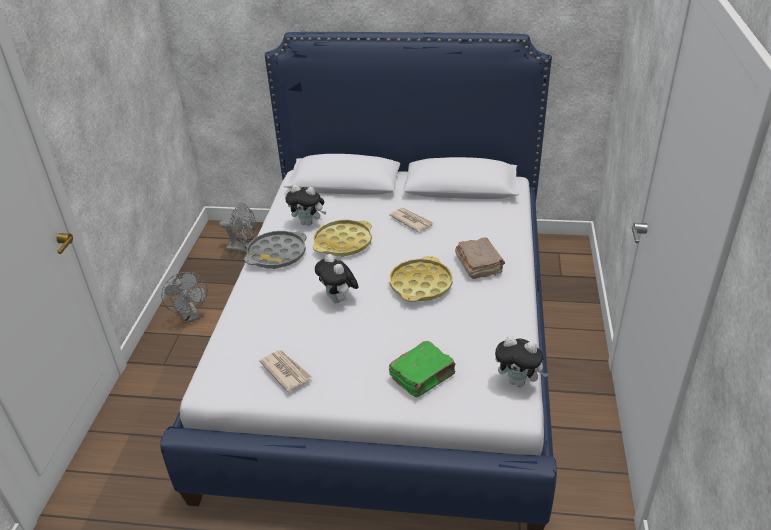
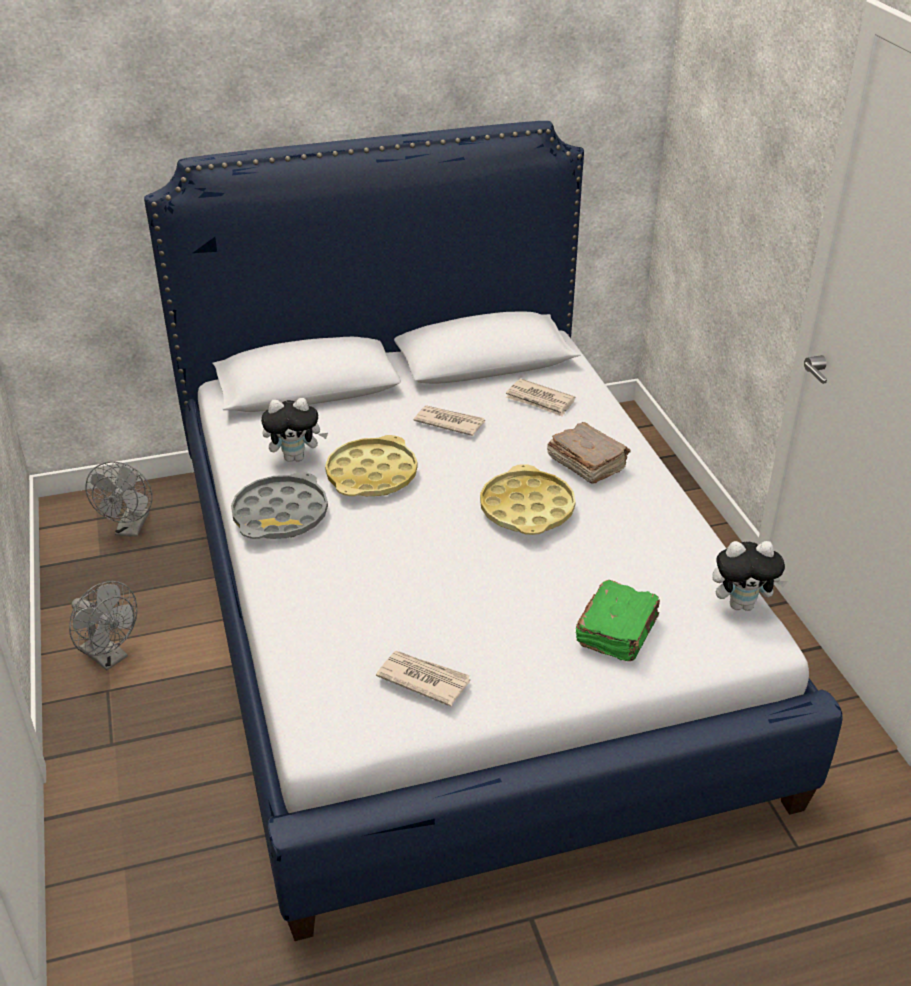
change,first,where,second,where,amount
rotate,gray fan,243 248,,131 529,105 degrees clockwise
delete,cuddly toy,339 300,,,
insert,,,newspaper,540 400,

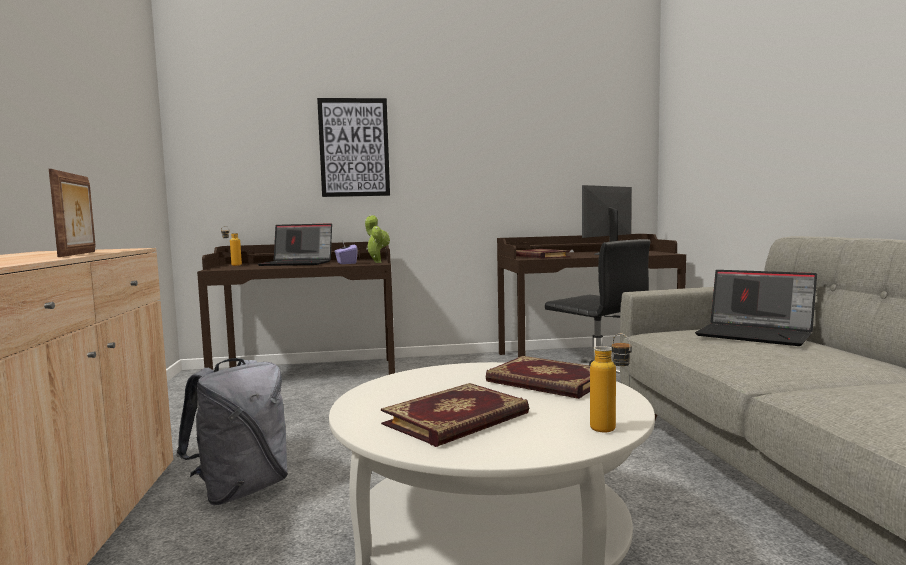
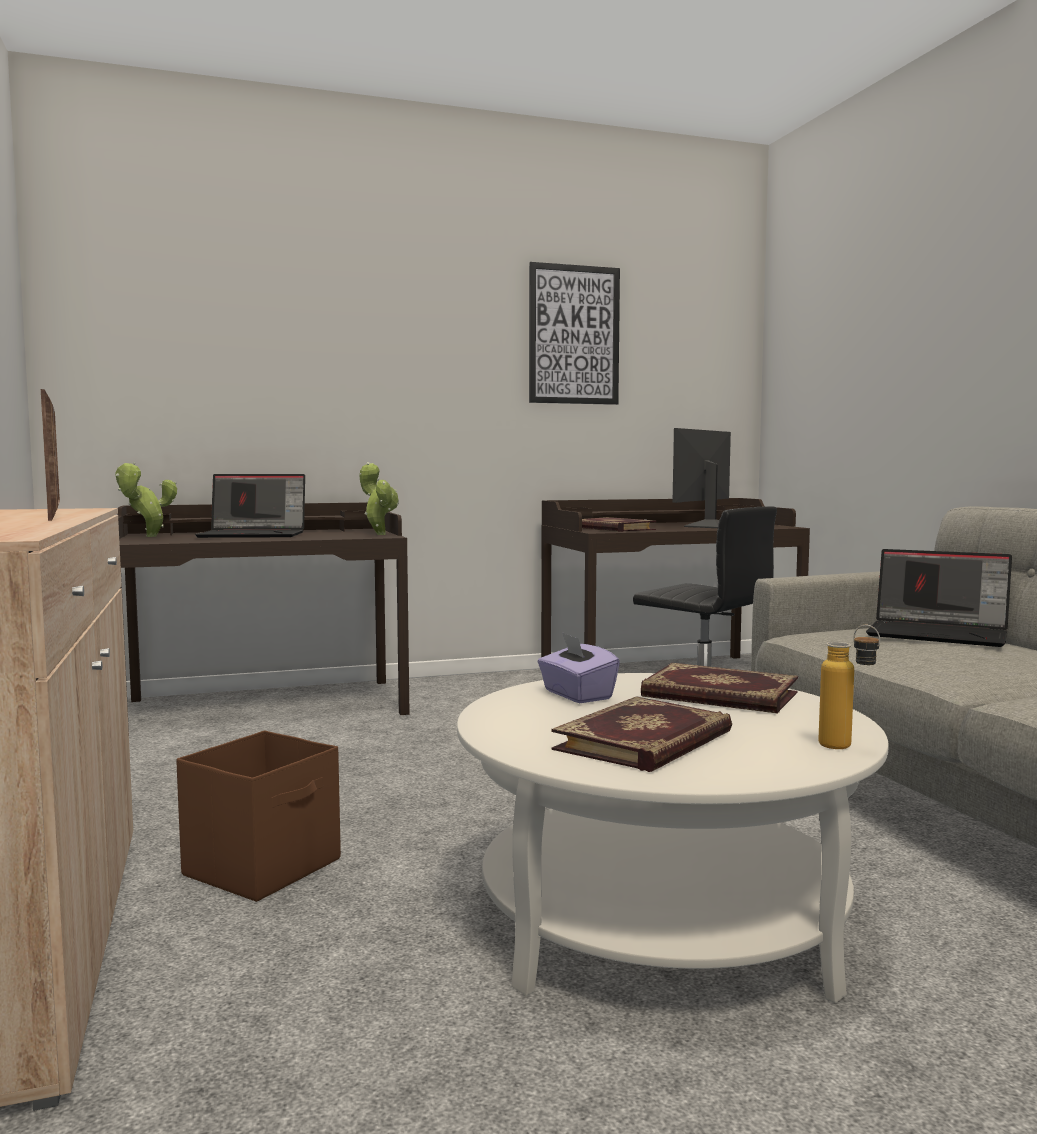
change,first,where,second,where,amount
move,picture,354 147,,574 335,
replace,drink bottle,232 265,houseplant,148 536,
move,purplish tissue box,346 263,,576 695,
replace,gray backpack,241 490,brownish storage bin,265 867,

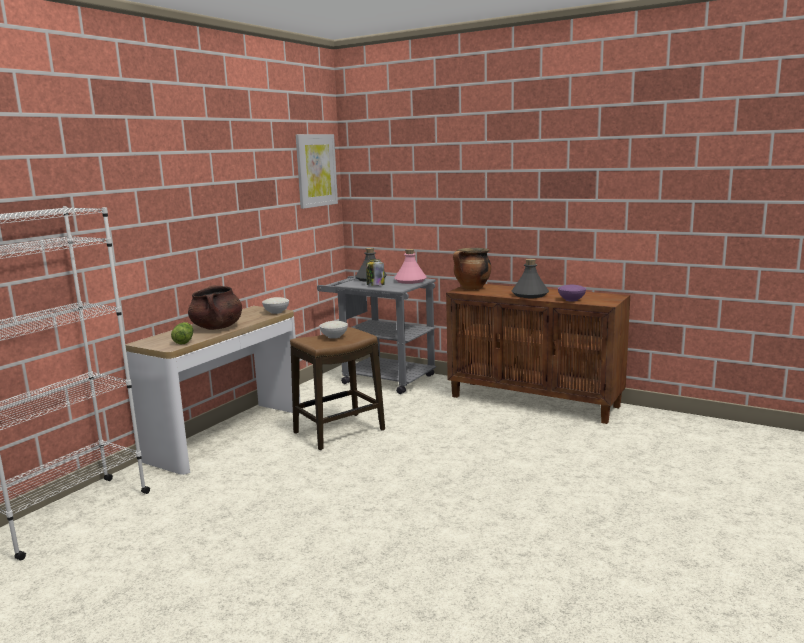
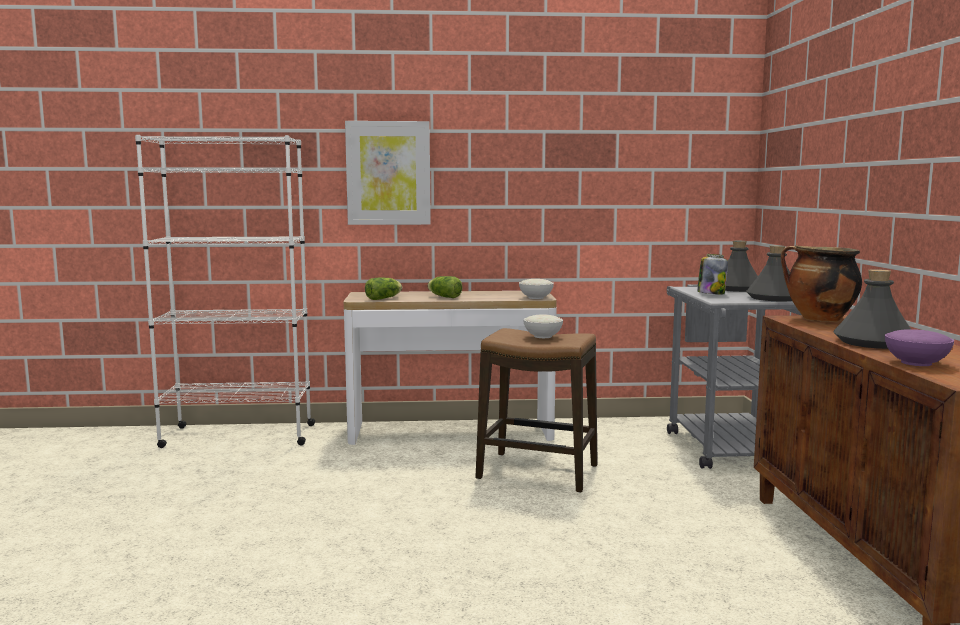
change,first,where,second,where,amount
move,picture,316 170,,388 173,
recolor,pinkish drink bottle,410 281,gray drink bottle,774 298,
replace,brownish stockpot,217 327,lettuce,443 296,

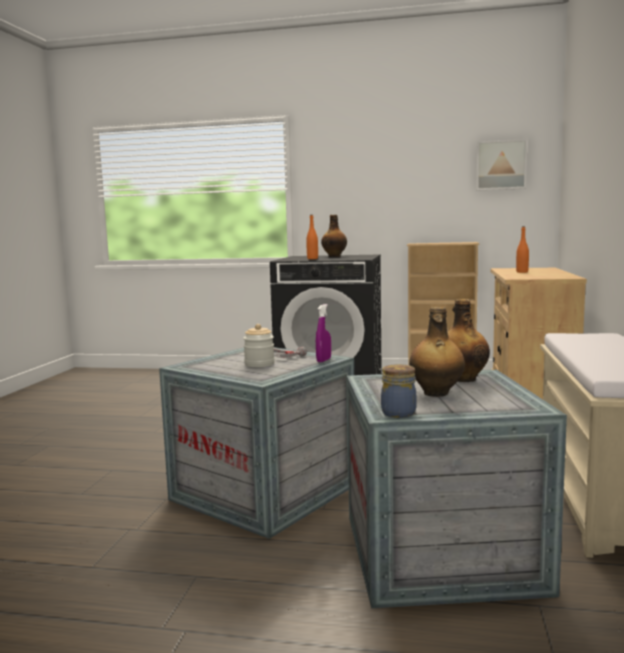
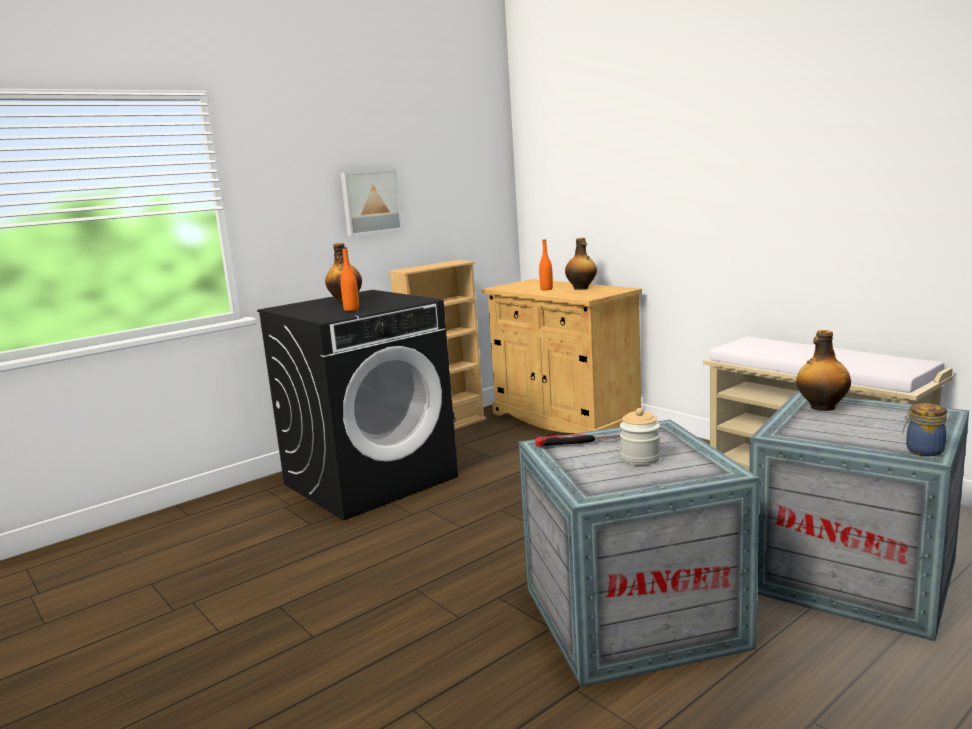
change,first,where,second,where,amount
move,picture,500 165,,370 202,
delete,purplish sprayer,323 360,,,
move,drink bottle,436 393,,581 288,

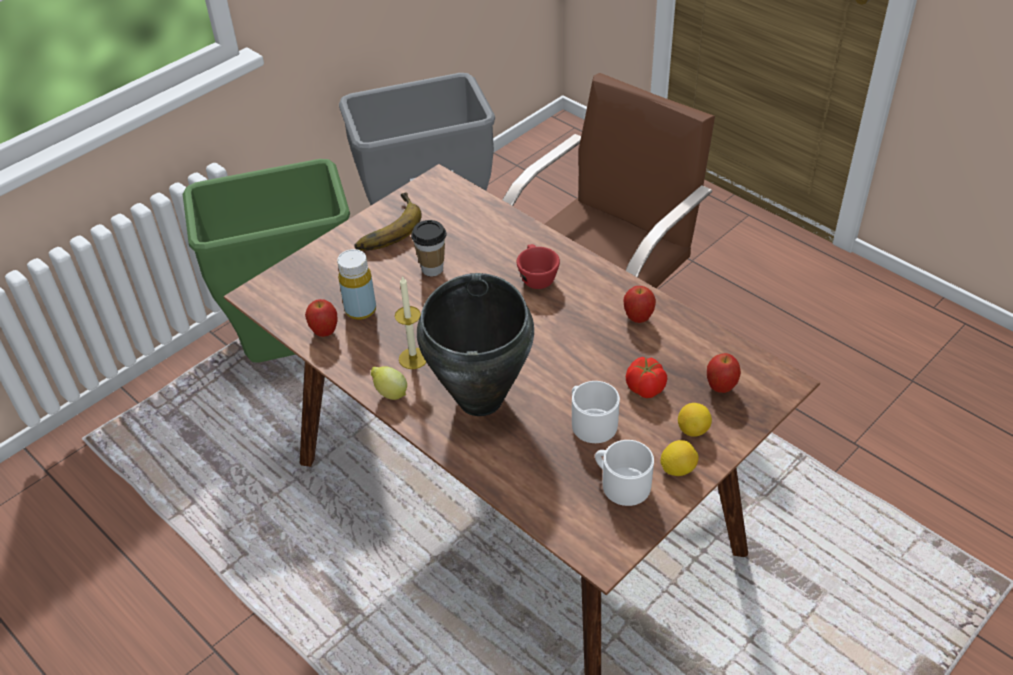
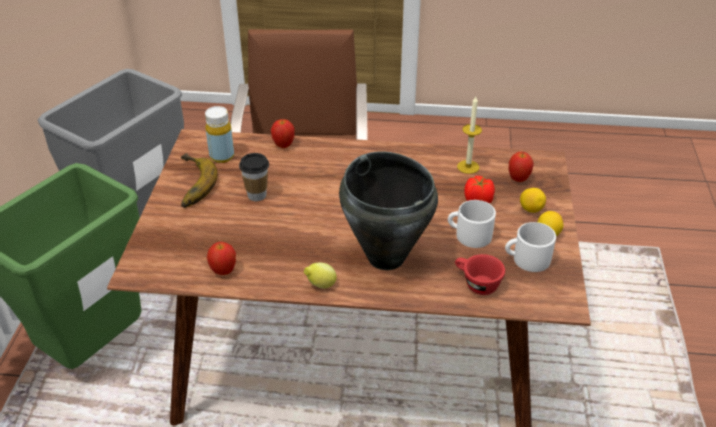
change,first,where,second,where,amount
move,reddish drinking cup,536 276,,476 284,
move,yellow drink bottle,360 310,,222 156,
move,wax candle,413 358,,468 167,
move,whole apple,638 318,,283 145,

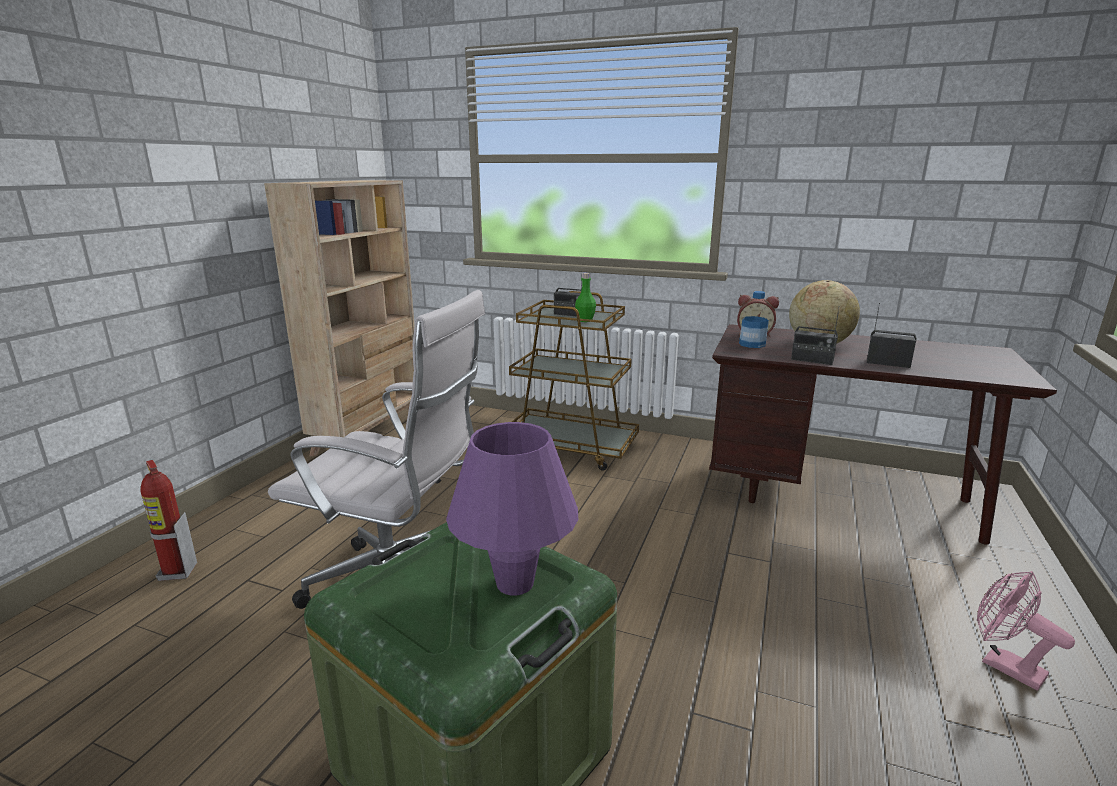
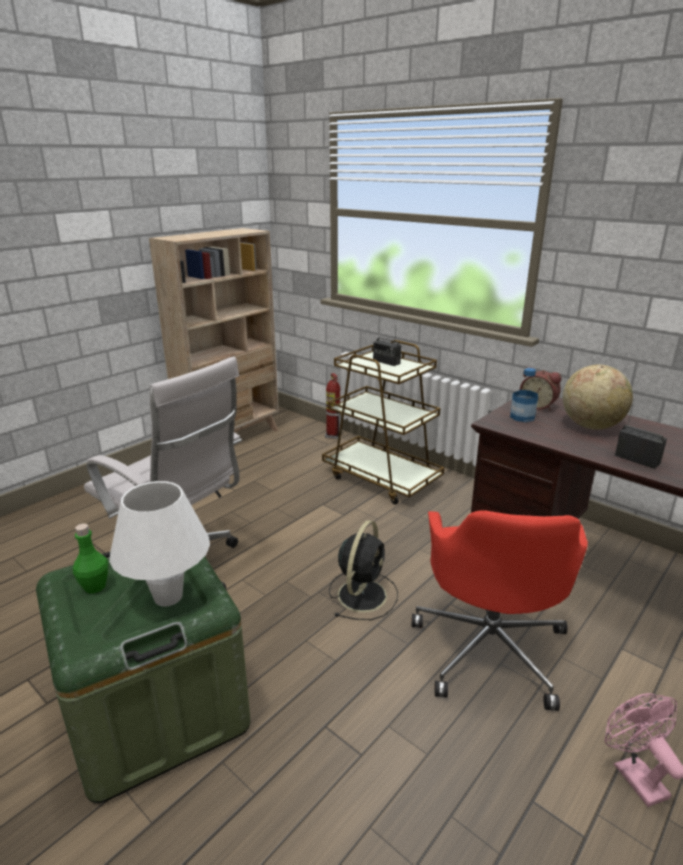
change,first,where,second,where,amount
move,greenish drink bottle,585 320,,95 587,
delete,radio receiver,812 360,,,
recolor,purplish tabletop lamp,515 583,white tabletop lamp,168 597,
move,extinguisher,177 572,,333 436,
insert,,,reddish computer chair,490 647,
insert,,,blackish fan,363 594,

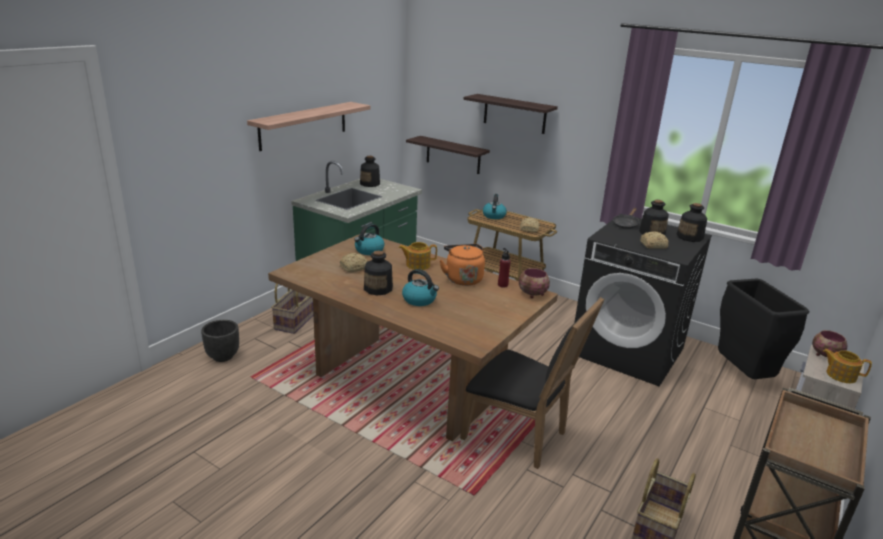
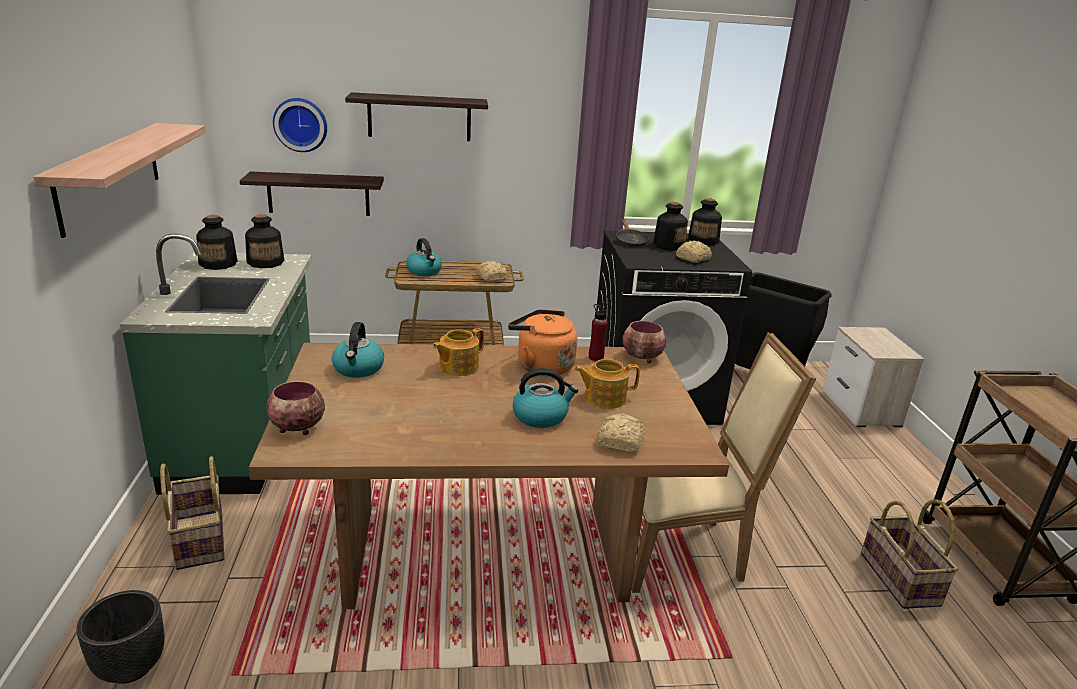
change,first,where,second,where,amount
move,drink bottle,378 289,,266 262,
move,baked bread,354 268,,621 441,
recolor,blackish chair,520 436,beige-coloured chair,682 551,
move,bowl,825 355,,296 428,
move,pot for tea,840 375,,604 398,
insert,,,clock on the wall,301 124,

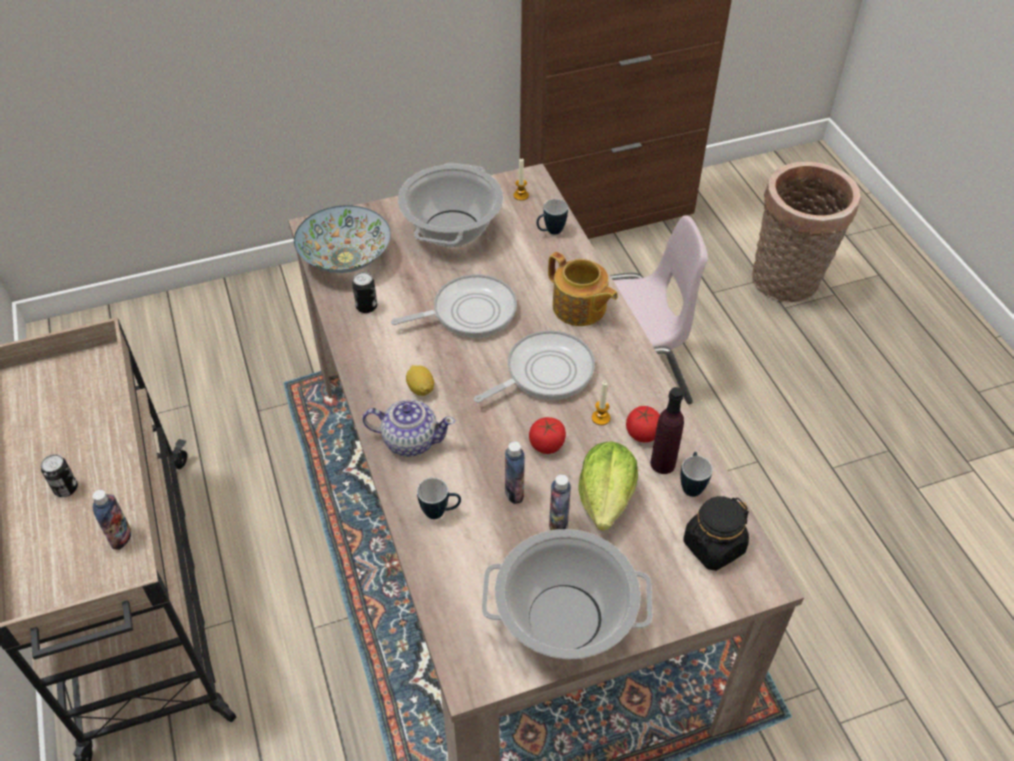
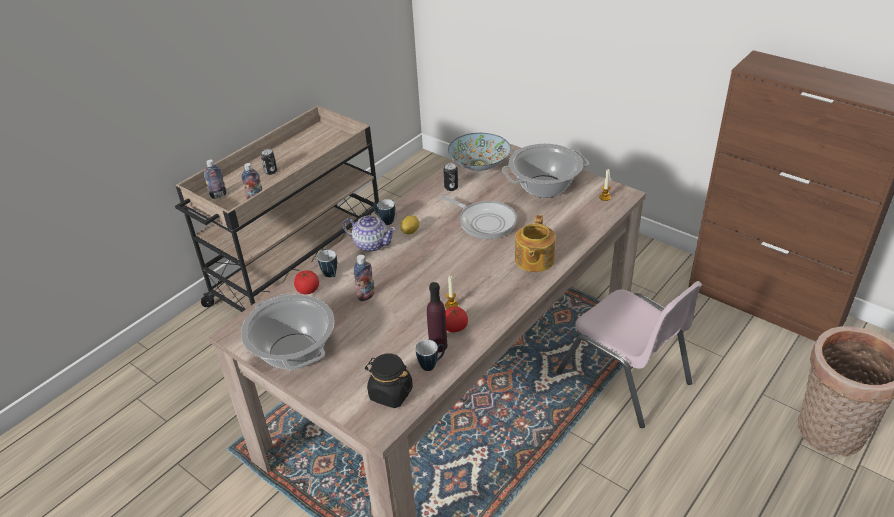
change,first,where,second,where,amount
move,tea mug,550 232,,384 221,
delete,skillet,544 373,,,
rotate,pot for tea,410 440,,371 244,45 degrees counterclockwise
move,whole tomato,547 445,,308 290,
delete,lettuce,606 499,,,
move,drink bottle,558 524,,218 195,

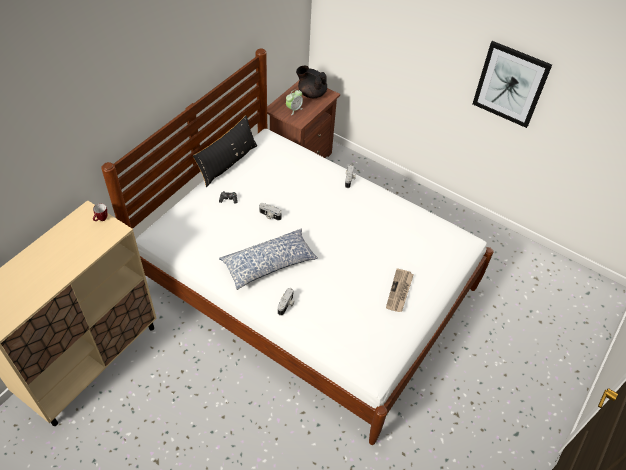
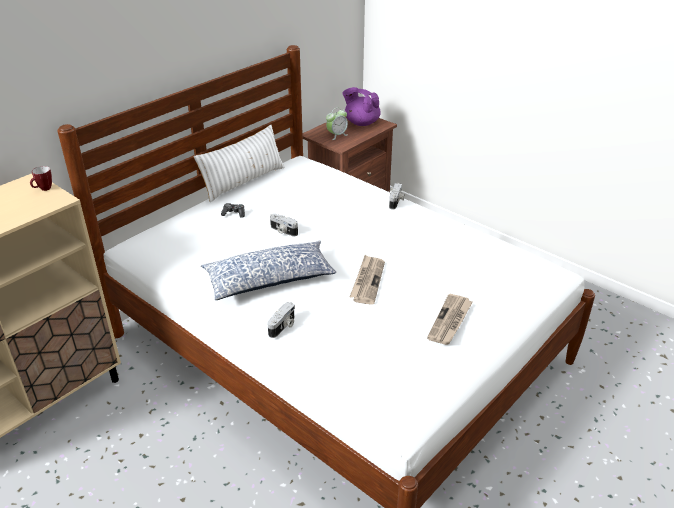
change,first,where,second,where,amount
delete,picture,510 84,,,
recolor,blackish pot for tea,311 93,purplish pot for tea,361 123,
recolor,blackish throw pillow,228 163,white throw pillow,243 181,
insert,,,newspaper,367 281,

